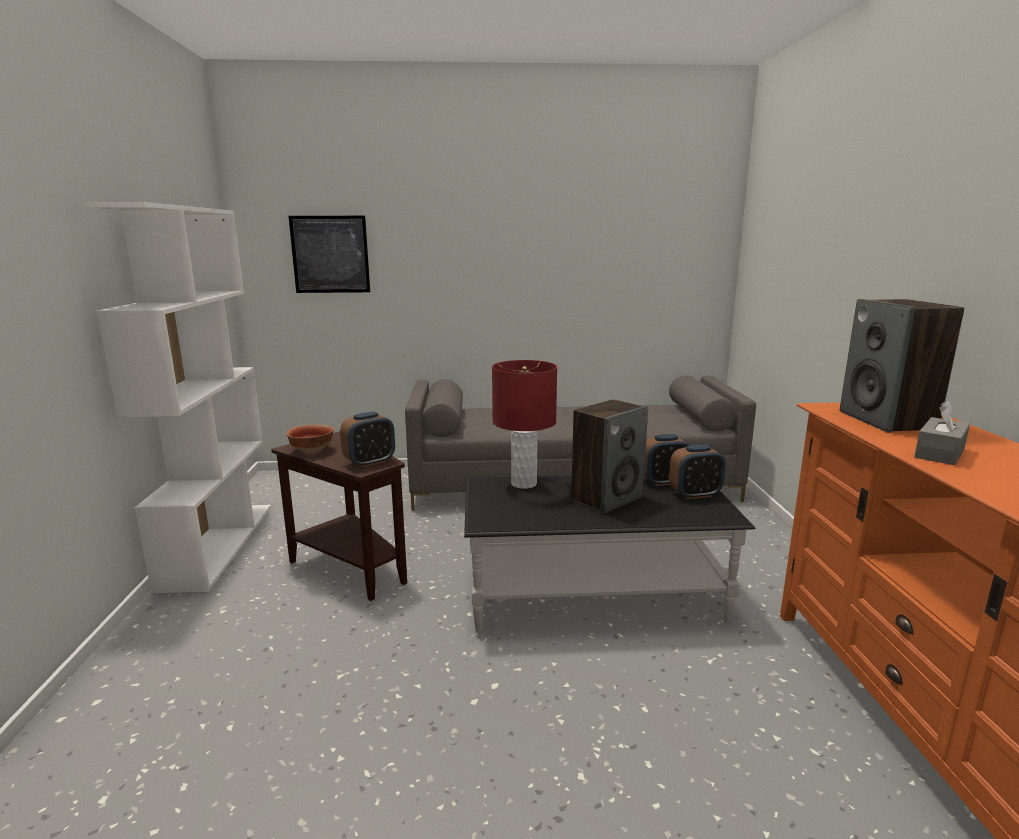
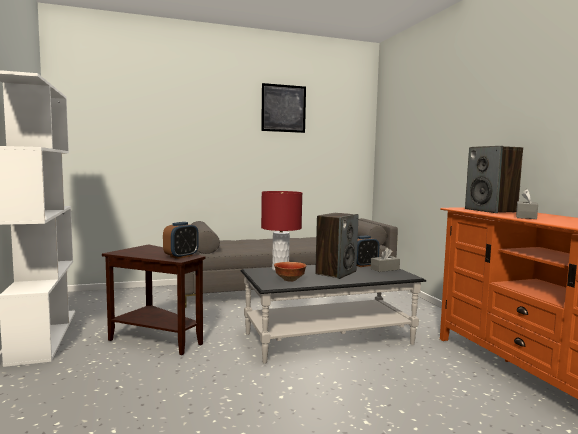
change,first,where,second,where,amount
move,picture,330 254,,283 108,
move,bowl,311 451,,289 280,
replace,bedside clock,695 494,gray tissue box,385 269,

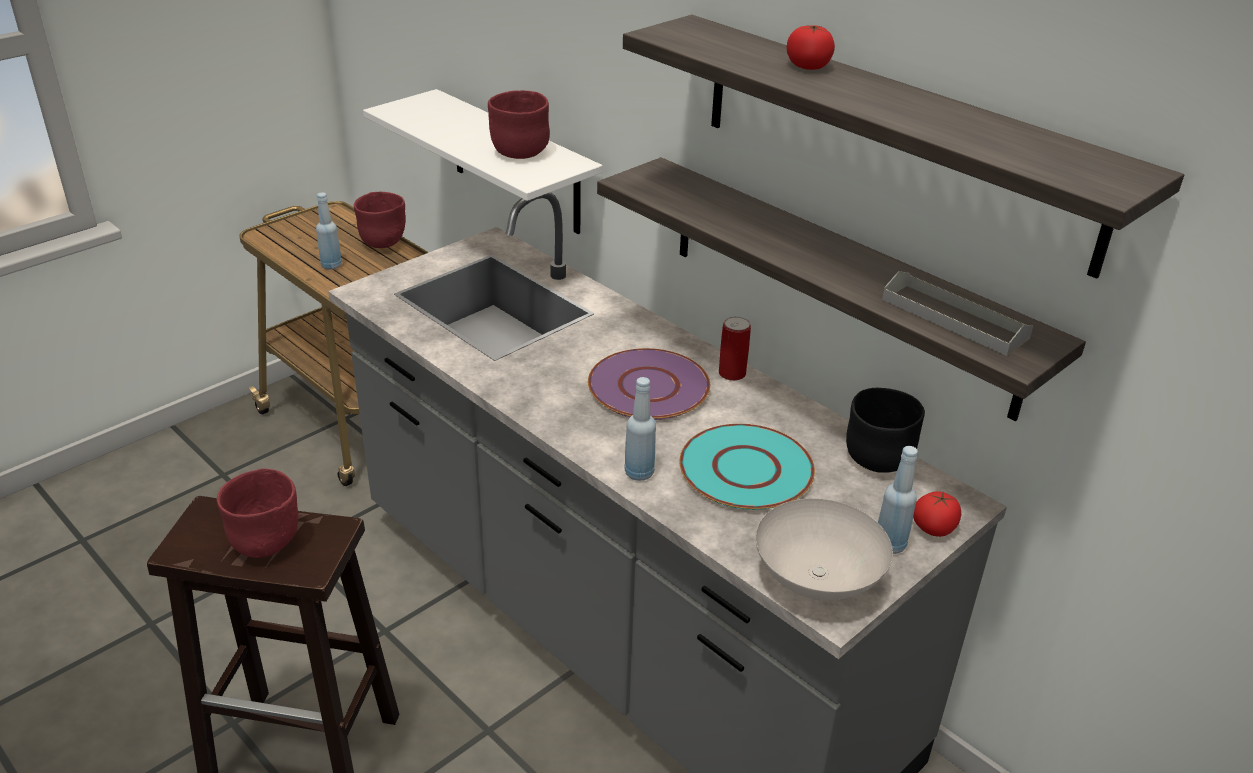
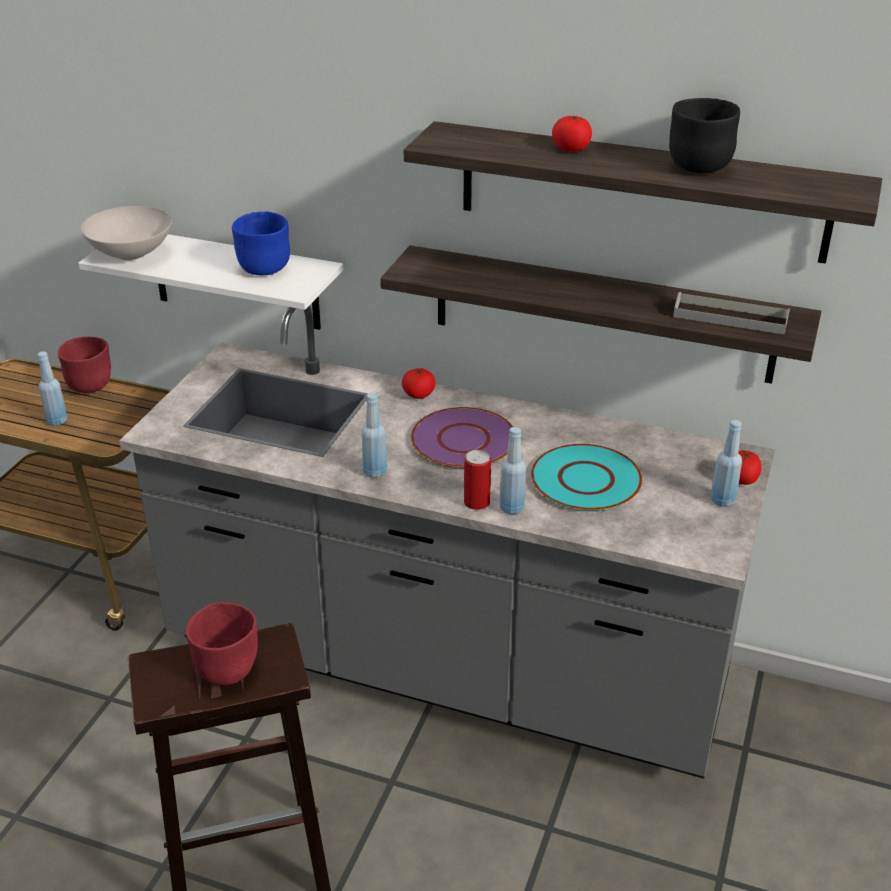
change,first,where,second,where,amount
recolor,reddish bowl,519 152,blue bowl,263 269,
move,metal can,732 373,,476 502,
move,blackish bowl,877 459,,699 167,
move,white bowl,815 580,,129 254,
insert,,,whole tomato,418 394,
insert,,,blue drink bottle,375 472,

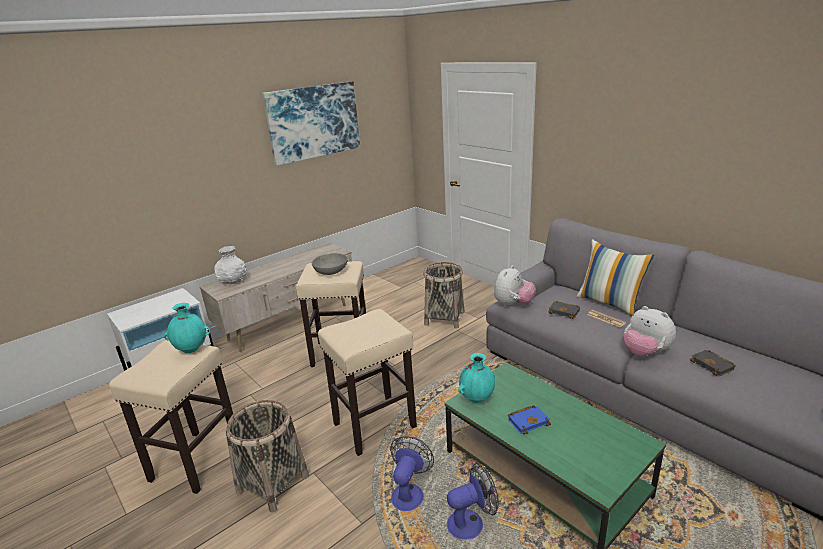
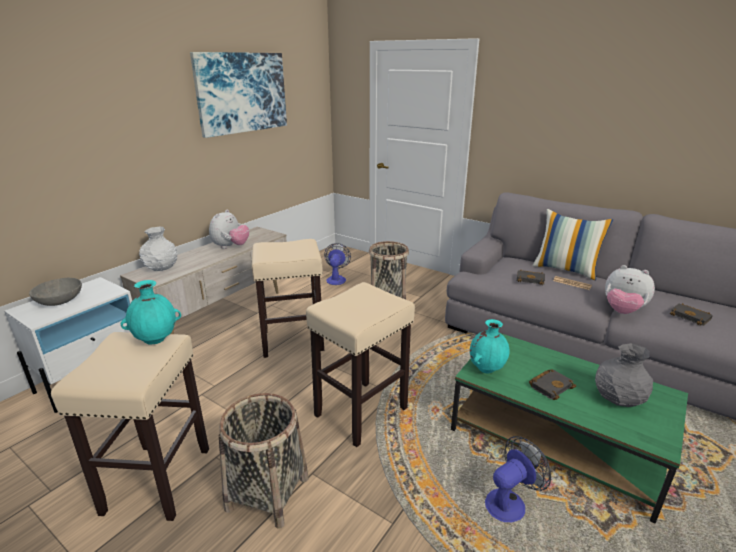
change,first,where,second,where,amount
move,gray bowl,331 271,,60 301,
move,cuddly toy,513 304,,231 247,
recolor,blue volume,528 421,blackish volume,550 386,
move,fan,409 492,,336 279,
insert,,,gray decorative vase,617 399,

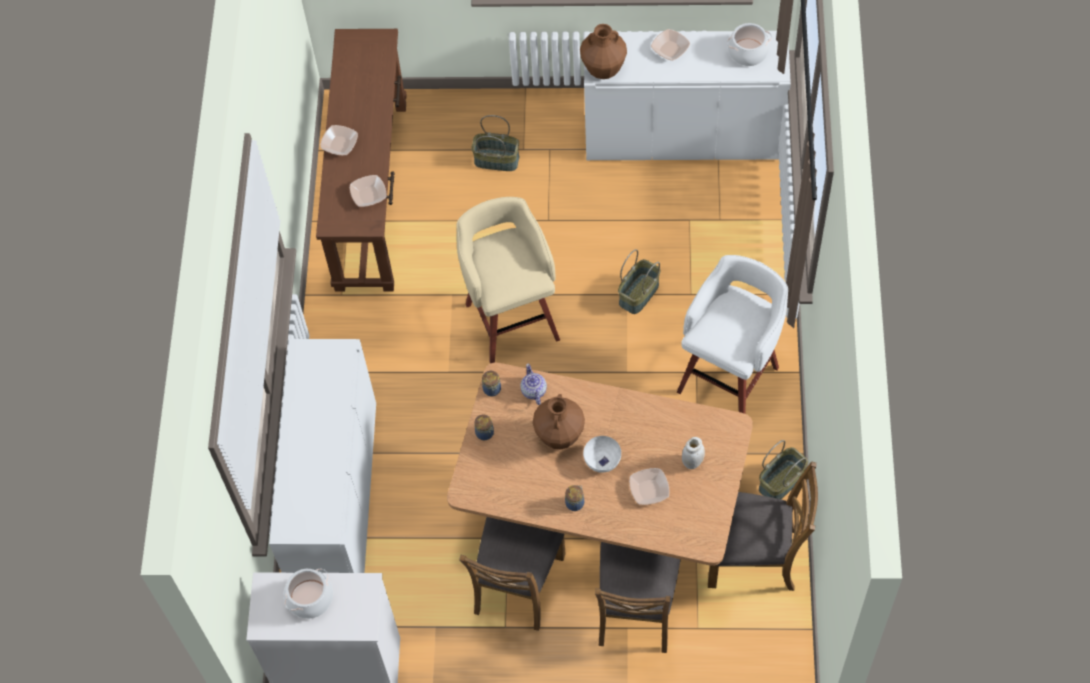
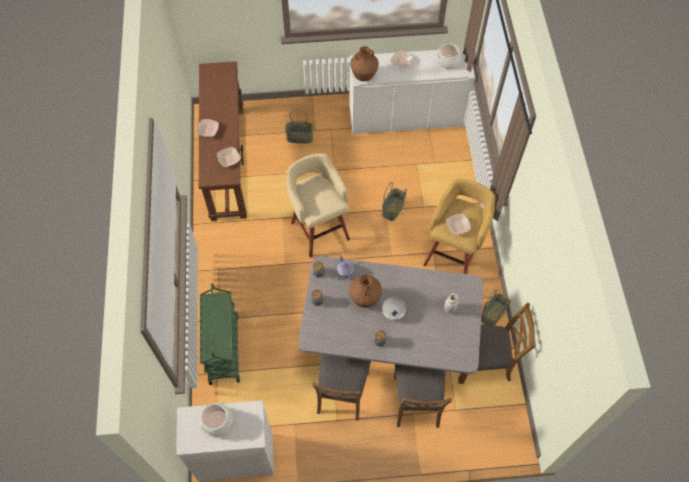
change,first,where,second,where,amount
recolor,white stool,730 377,yellow stool,453 254,
replace,white cabinet,336 499,greenish cart,223 348,
recolor,brownish dining table,602 513,gray dining table,388 343,
move,bowl,649 489,,457 226,

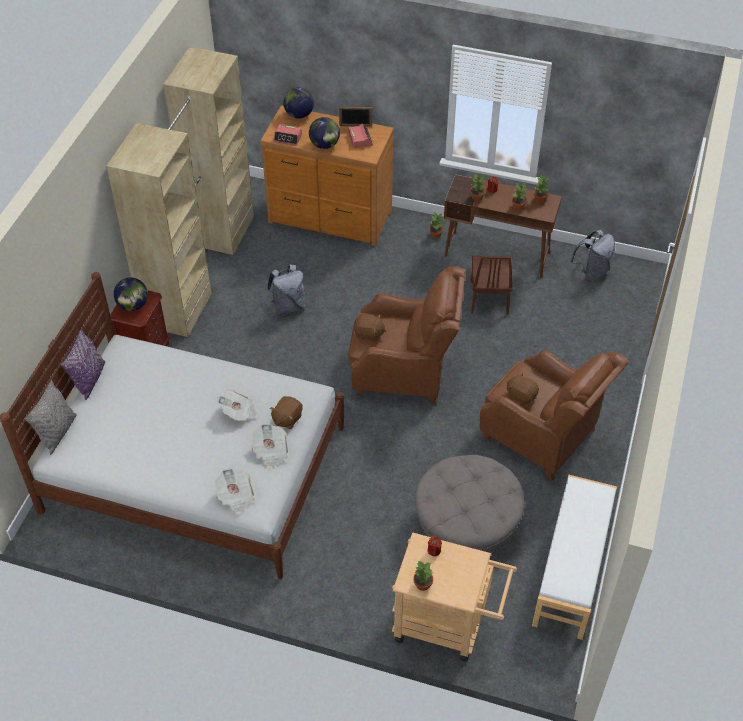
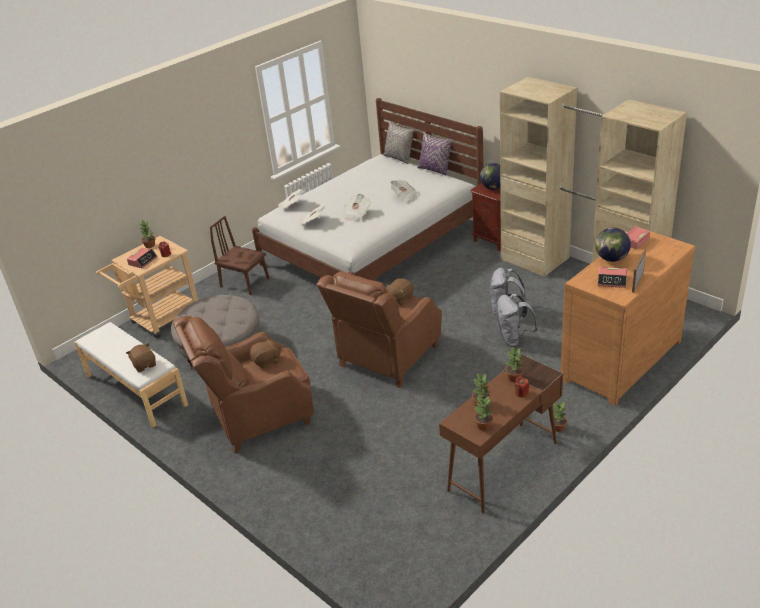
change,first,where,second,where,amount
delete,desk globe,299 115,,,
move,gray backpack,591 272,,514 339,
move,brownish chair,489 297,,245 283,
move,brownish cuddly toy,287 419,,145 365,
insert,,,newspaper,405 197,
insert,,,bedside clock,143 261,

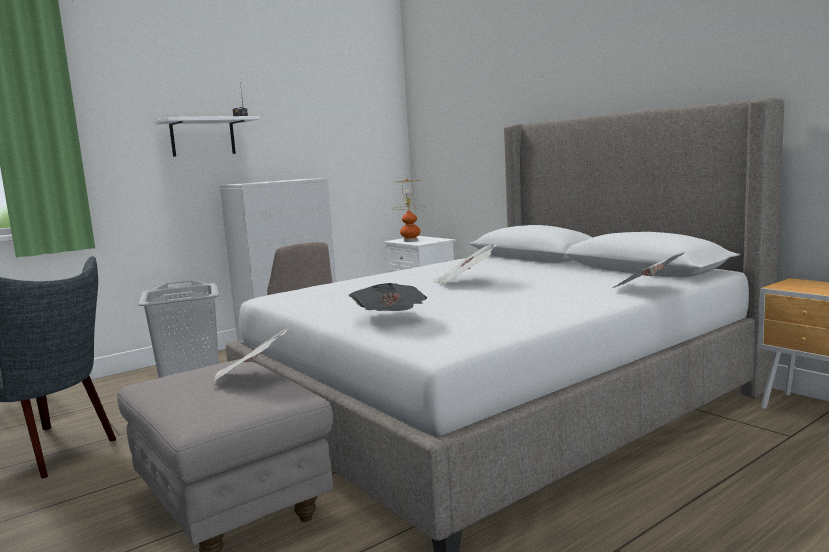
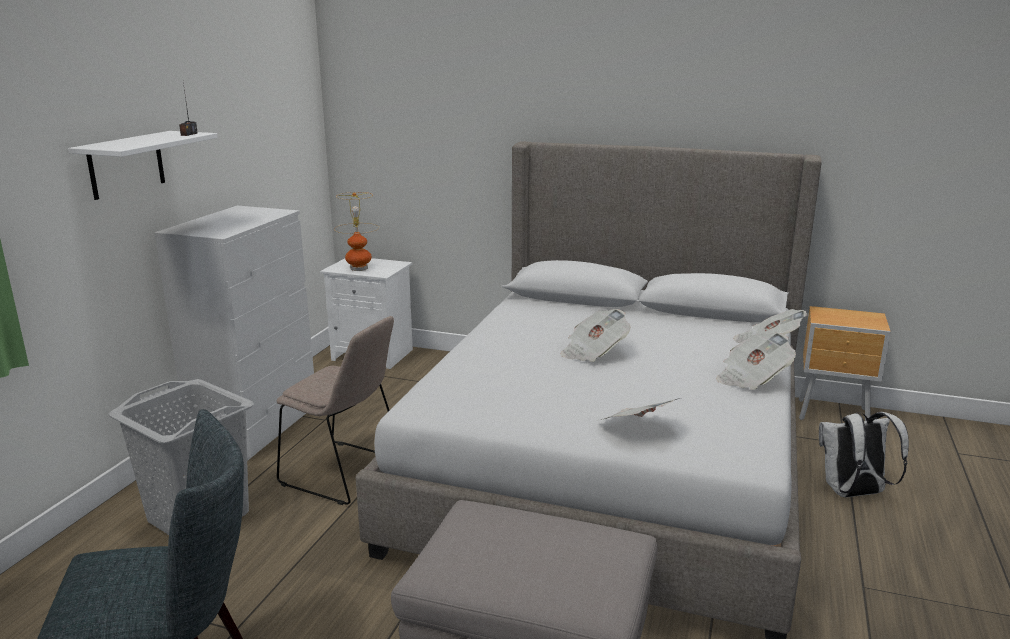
change,first,where,second,where,amount
move,newspaper,250 377,,751 379,
insert,,,white backpack,853 493,

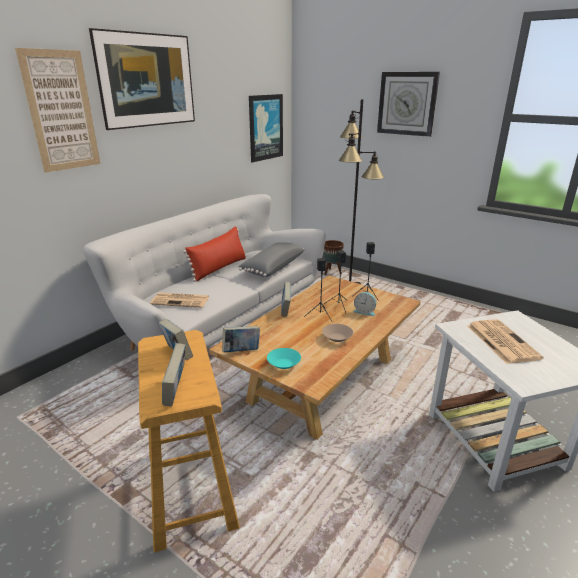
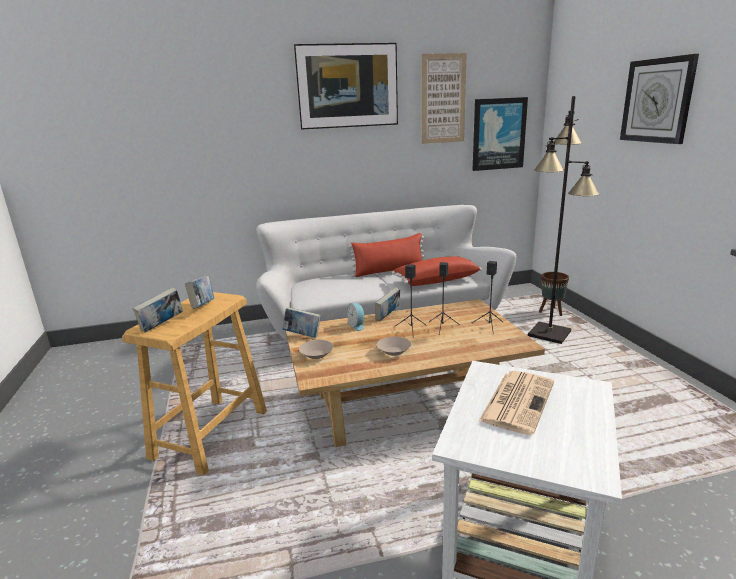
change,first,where,second,where,amount
move,picture,61 111,,443 99,
recolor,gray throw pillow,272 267,reddish throw pillow,436 280,
move,bedside clock,364 311,,357 325,
delete,newspaper,181 300,,,
recolor,blue-green bowl,284 364,beige-coloured bowl,317 355,

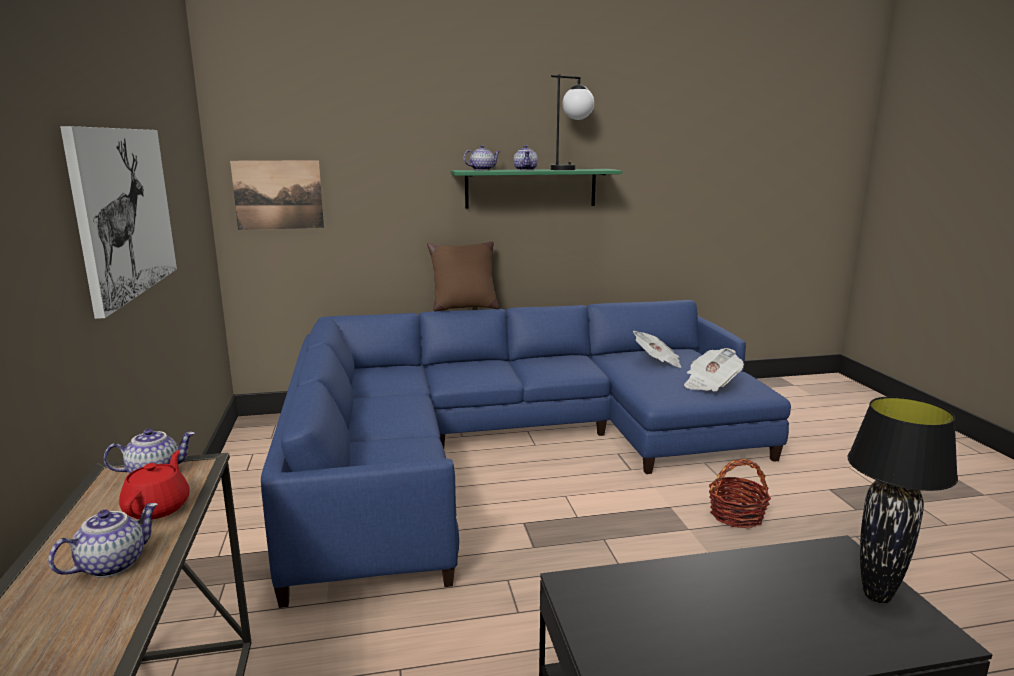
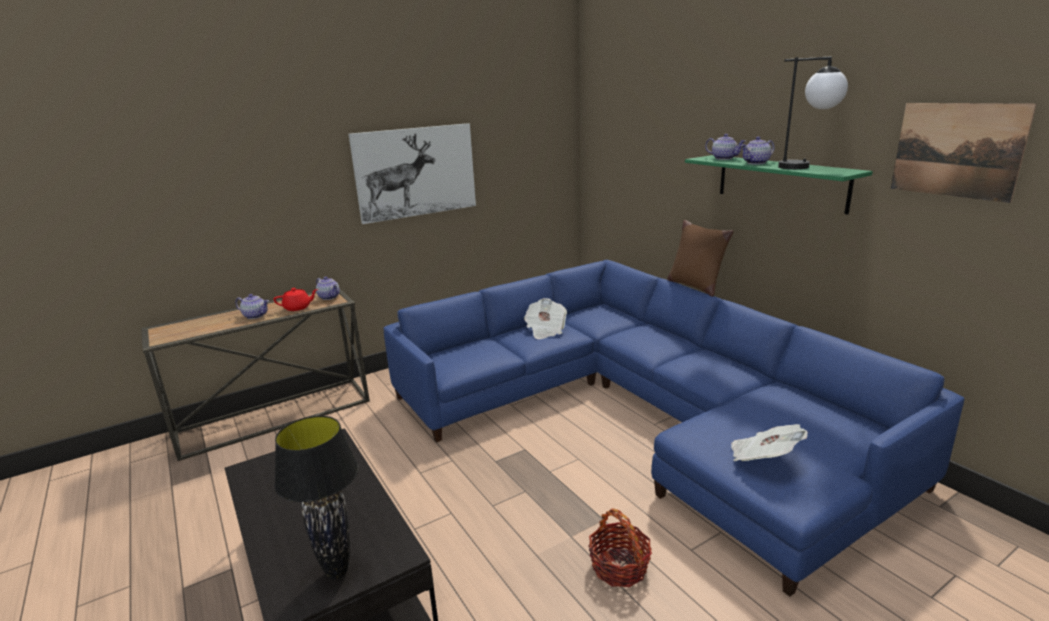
change,first,where,second,where,amount
move,picture,278 195,,956 150,
move,newspaper,657 362,,545 330,

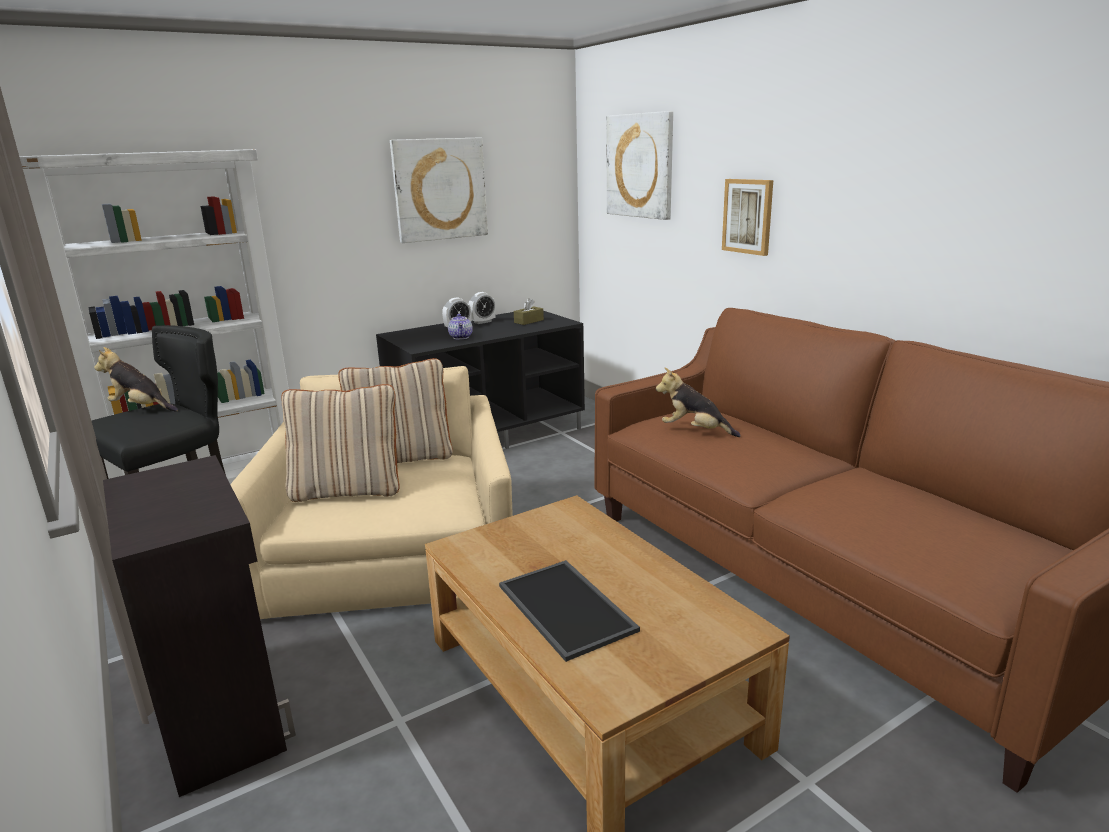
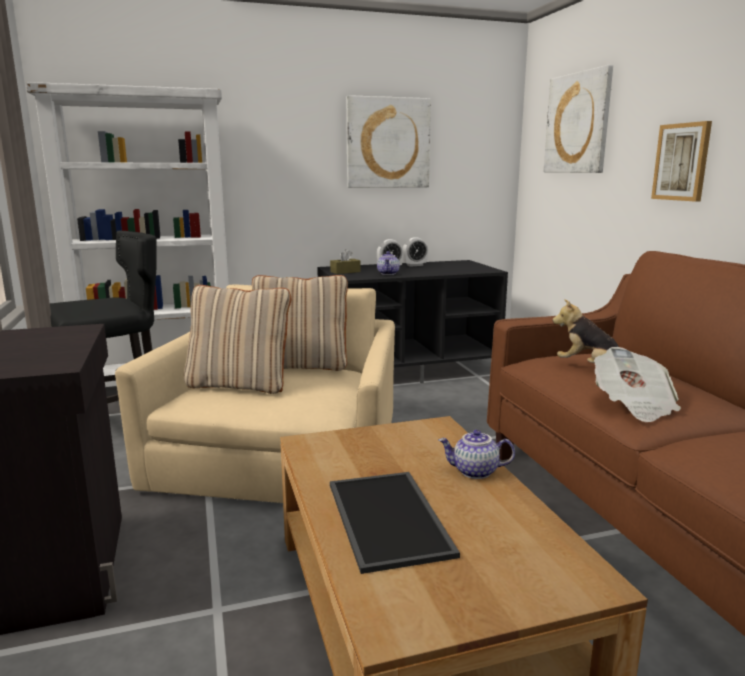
change,first,where,second,where,amount
move,brownish tissue box,529 321,,345 272,
delete,cuddly toy,141 408,,,
insert,,,newspaper,633 405,
insert,,,pot for tea,475 472,

